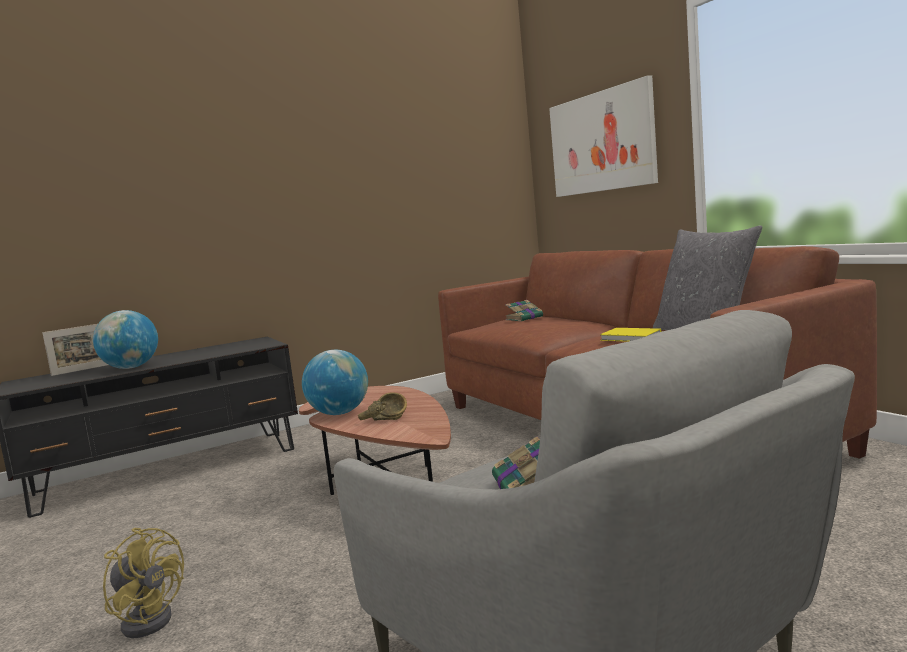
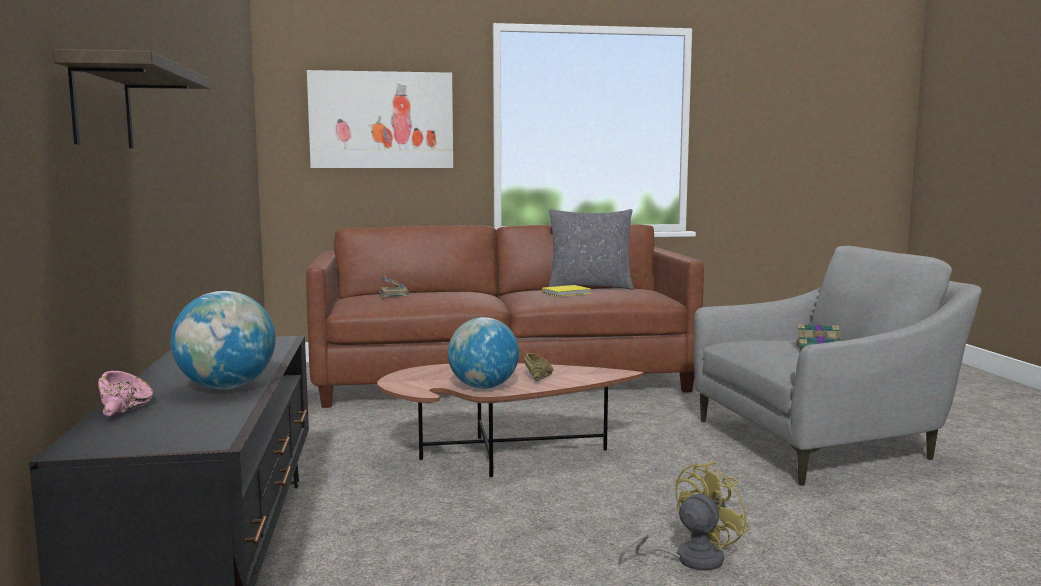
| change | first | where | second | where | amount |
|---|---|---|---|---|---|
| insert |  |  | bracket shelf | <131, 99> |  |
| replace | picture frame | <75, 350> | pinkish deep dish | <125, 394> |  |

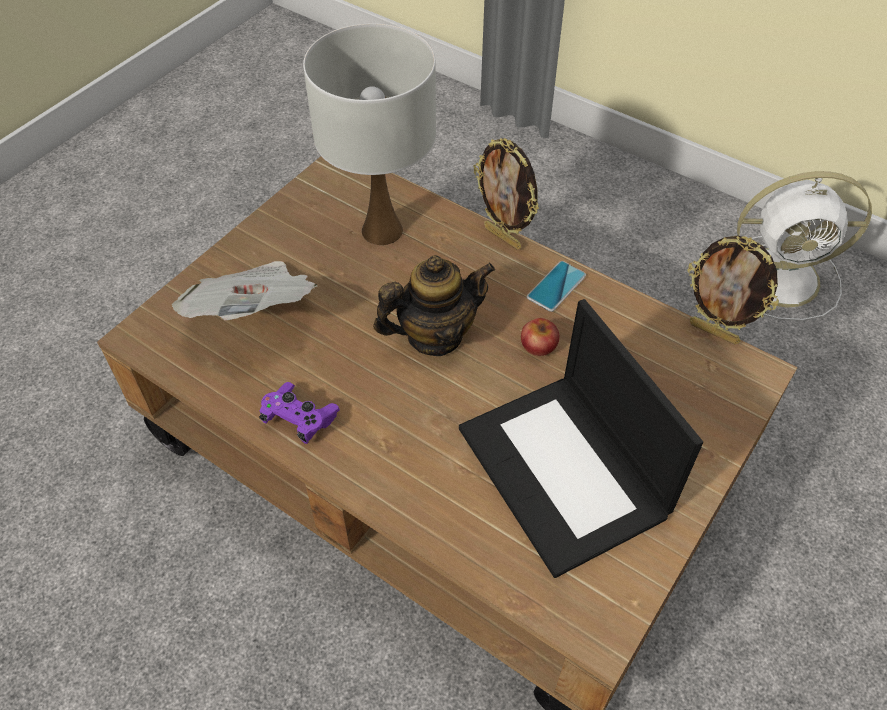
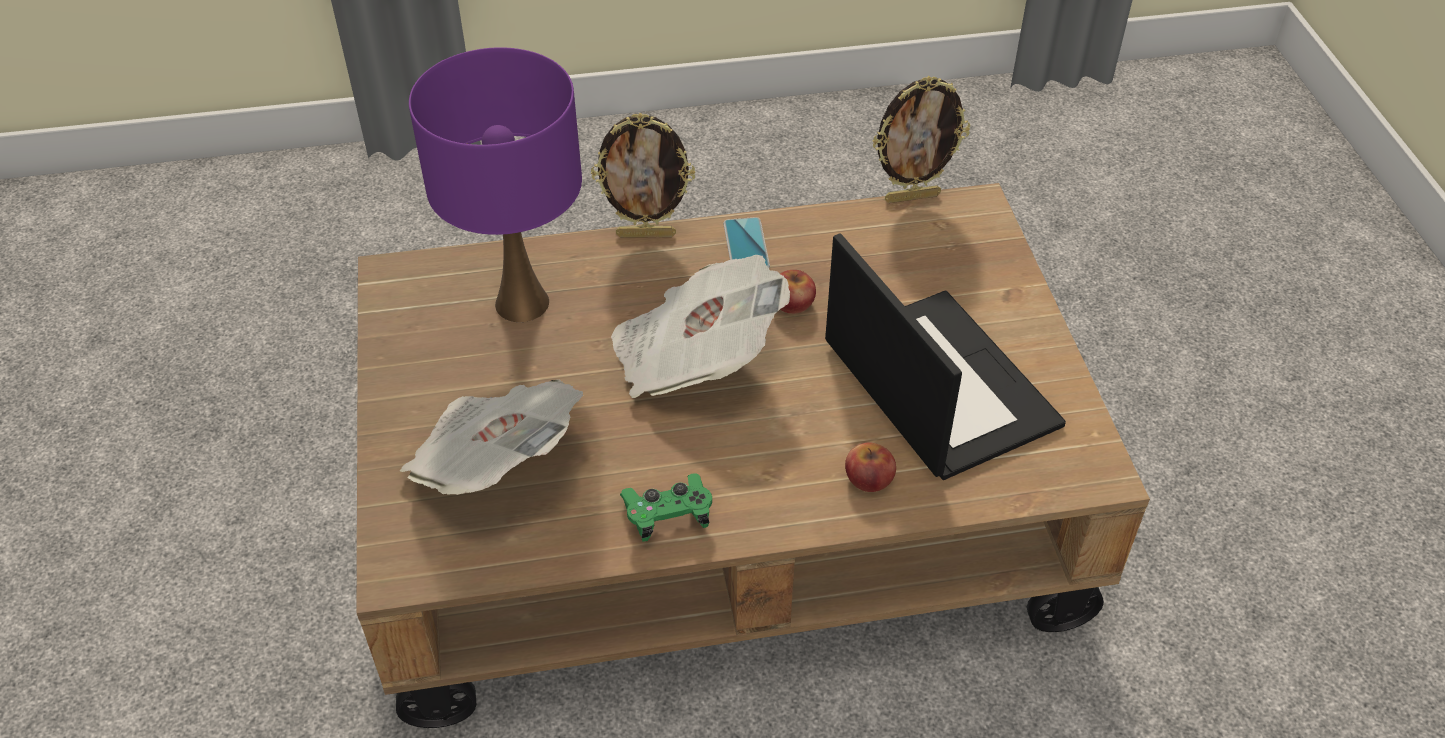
| change | first | where | second | where | amount |
|---|---|---|---|---|---|
| recolor | white-coloured tabletop lamp | <369, 134> | purplish tabletop lamp | <495, 184> |  |
| replace | tea pot | <434, 305> | printed paper | <700, 326> |  |
| recolor | purplish game controller | <299, 413> | green-coloured game controller | <666, 507> |  |
| rotate | laptop | <581, 438> |  | <945, 356> | 135 degrees counterclockwise |
| insert |  |  | apple fruit | <870, 467> |  |
| delete | white-coloured electric fan | <804, 246> |  |  |  |

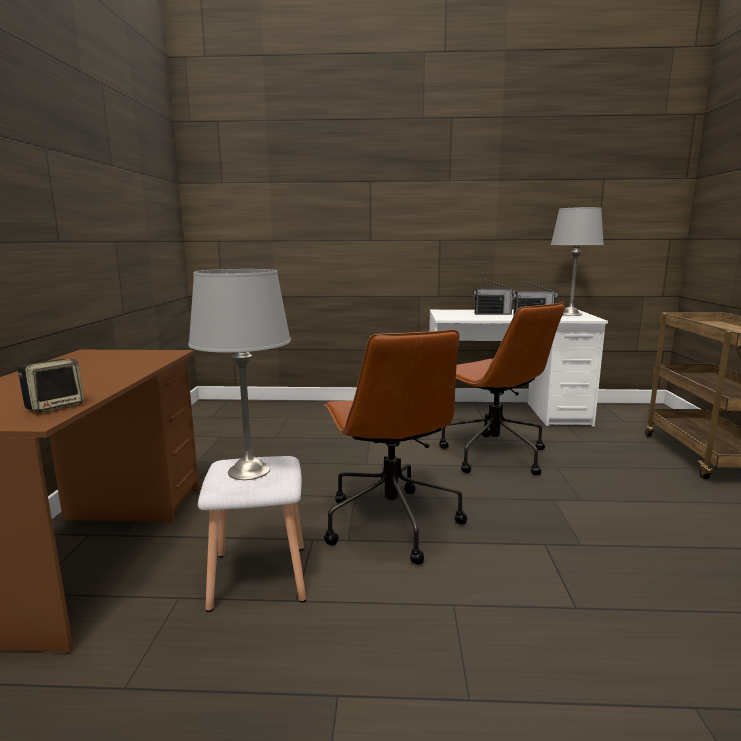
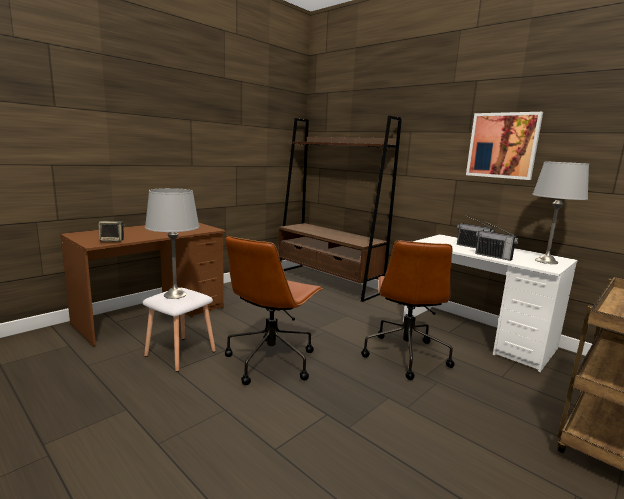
| change | first | where | second | where | amount |
|---|---|---|---|---|---|
| insert |  |  | brown shelving unit | <340, 209> |  |
| insert |  |  | wall picture | <504, 146> |  |

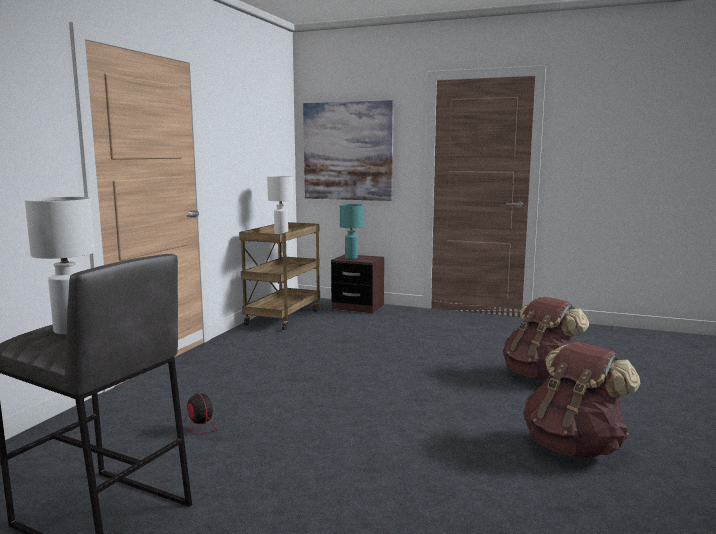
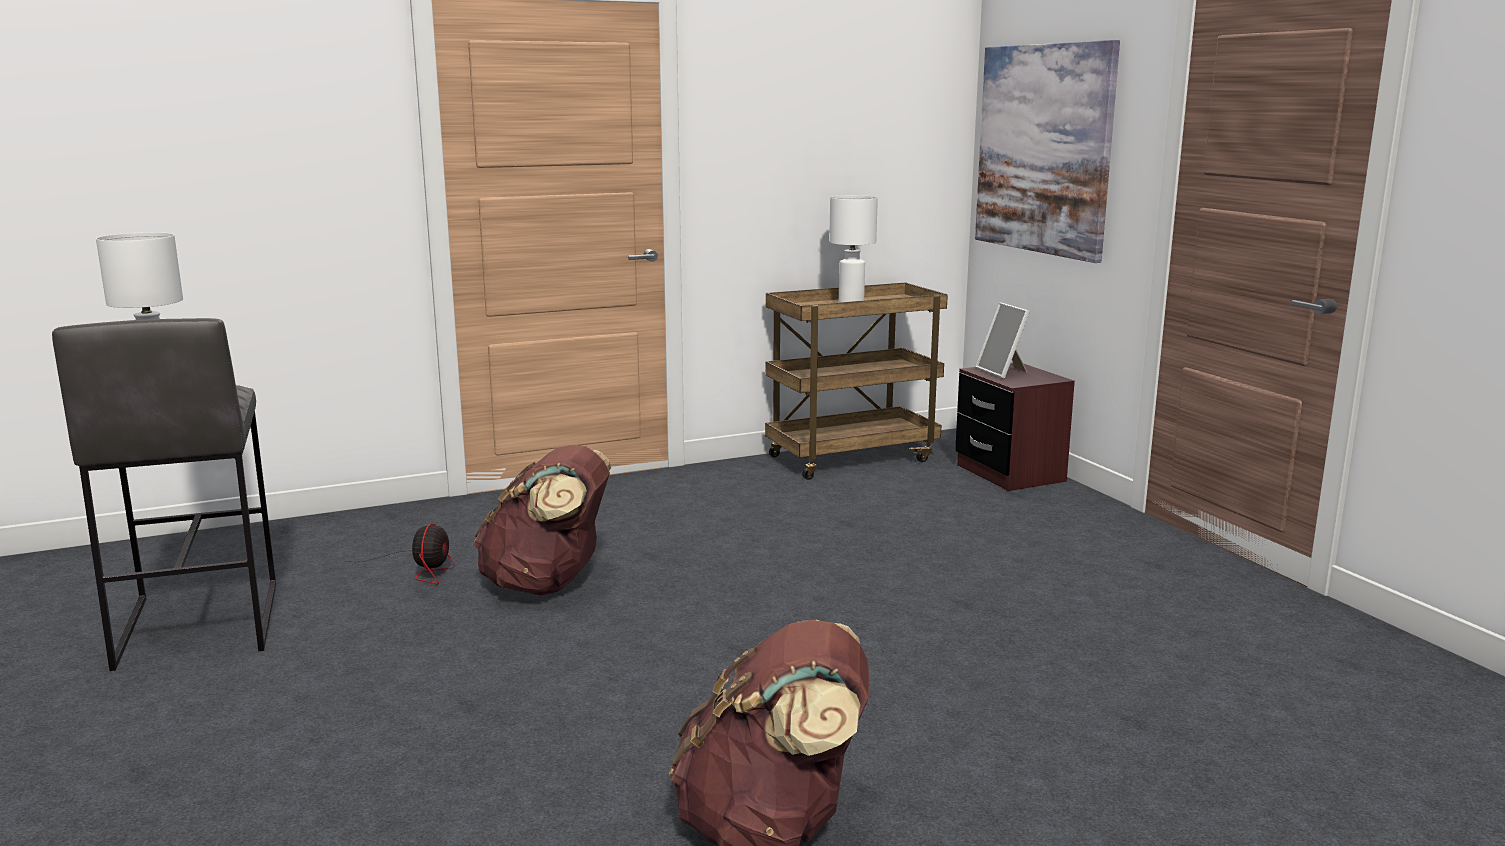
| change | first | where | second | where | amount |
|---|---|---|---|---|---|
| move | brown rucksack | <546, 339> |  | <542, 520> |  |
| replace | turquoise tabletop lamp | <351, 231> | picture frame | <1003, 340> |  |

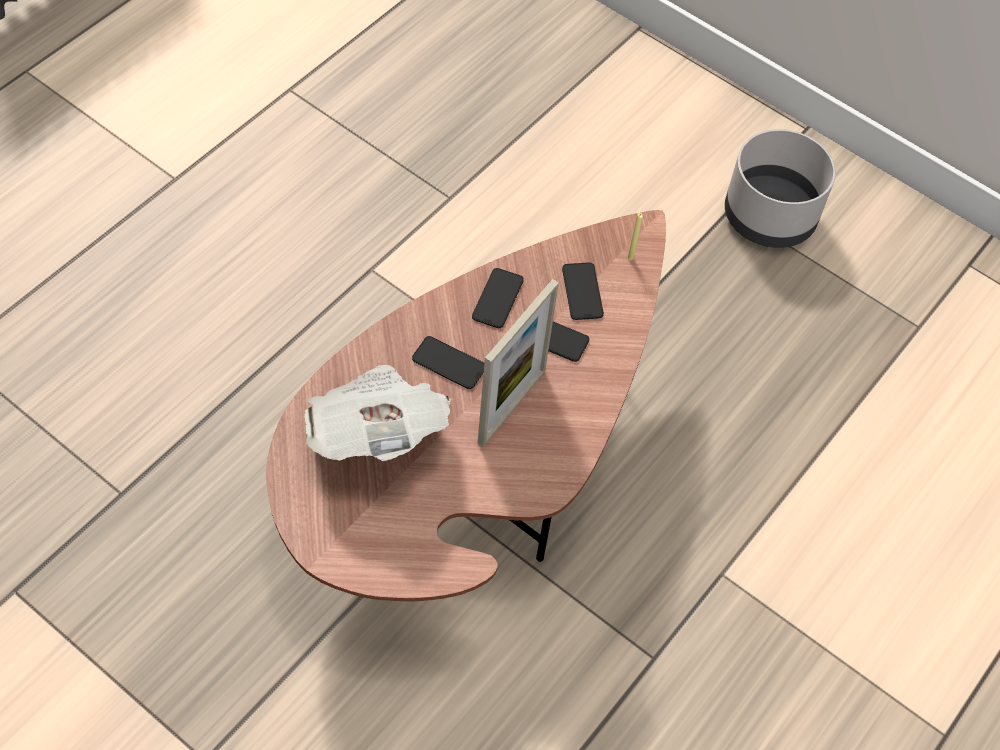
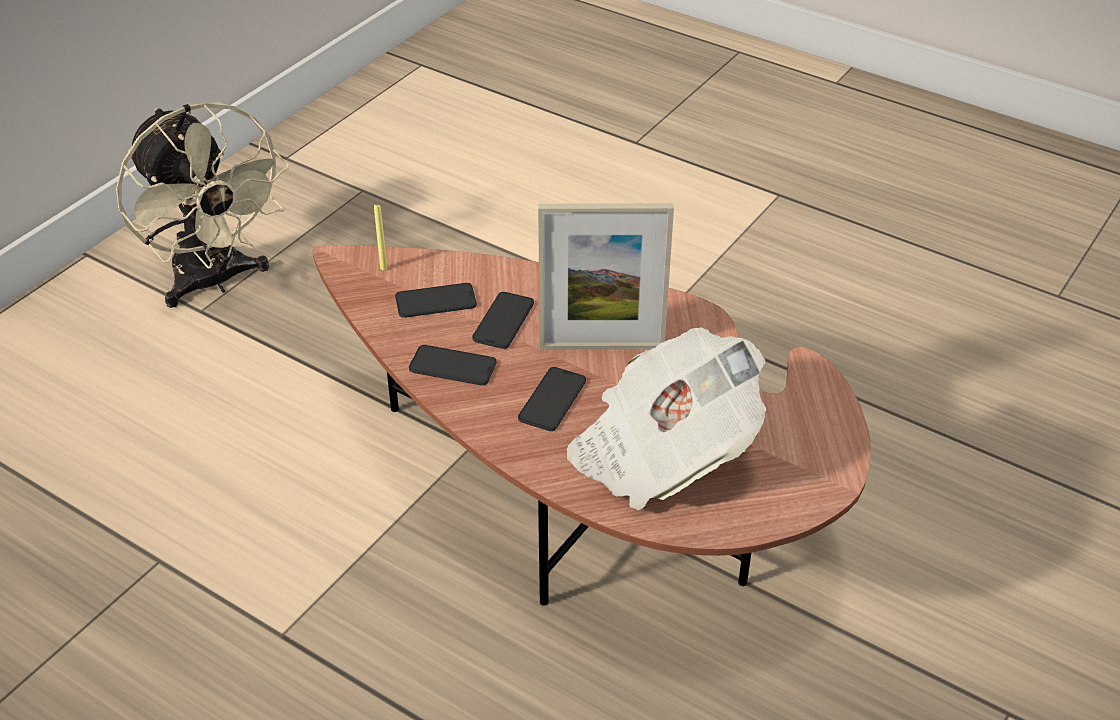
| change | first | where | second | where | amount |
|---|---|---|---|---|---|
| replace | greyish planter | <780, 188> | beige electric fan | <202, 205> |  |
| rotate | picture frame | <518, 362> |  | <606, 276> | 150 degrees clockwise |

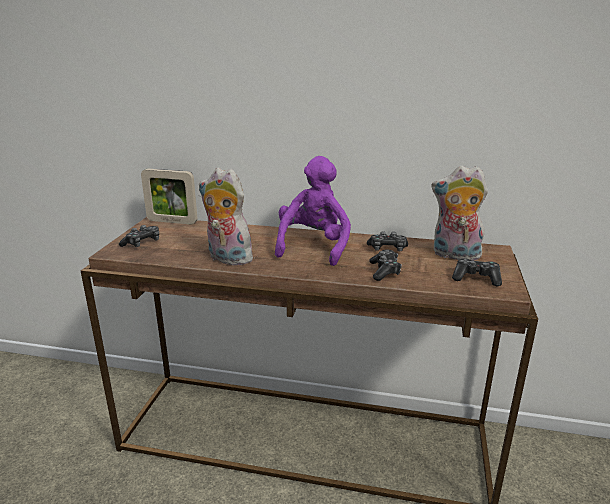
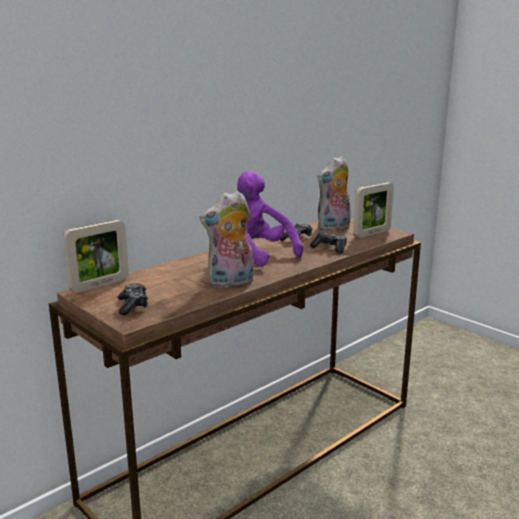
| change | first | where | second | where | amount |
|---|---|---|---|---|---|
| replace | game controller | <477, 272> | picture frame | <373, 210> |  |

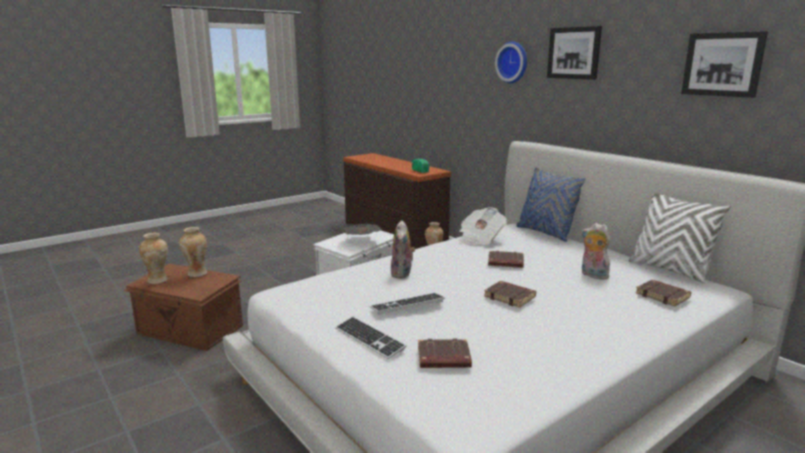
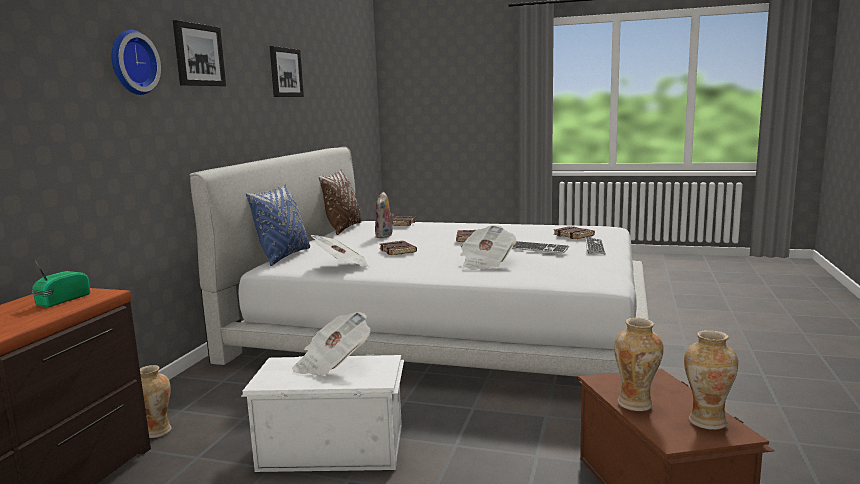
| change | first | where | second | where | amount |
|---|---|---|---|---|---|
| recolor | white-coloured throw pillow | <679, 238> | brown throw pillow | <340, 202> |  |
| replace | cuddly toy | <403, 249> | printed paper | <488, 247> |  |

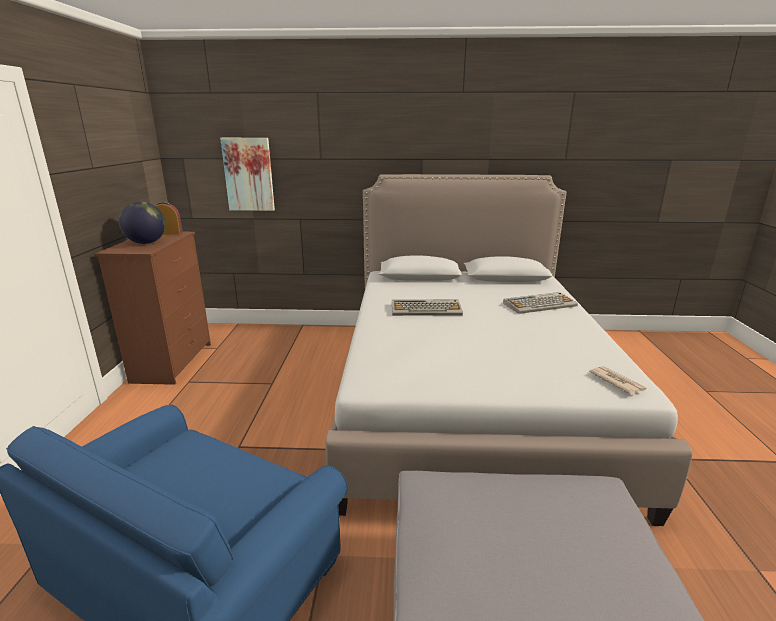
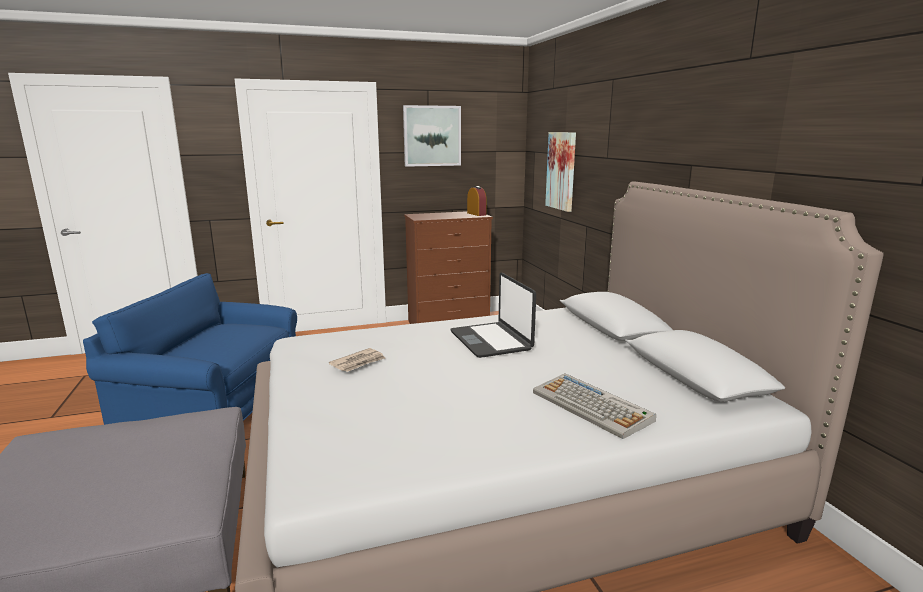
| change | first | where | second | where | amount |
|---|---|---|---|---|---|
| move | printed paper | <618, 380> |  | <357, 360> |  |
| insert |  |  | wall picture | <432, 136> |  |
| replace | PC keyboard | <427, 308> | laptop | <493, 315> |  |
| delete | world globe | <142, 223> |  |  |  |

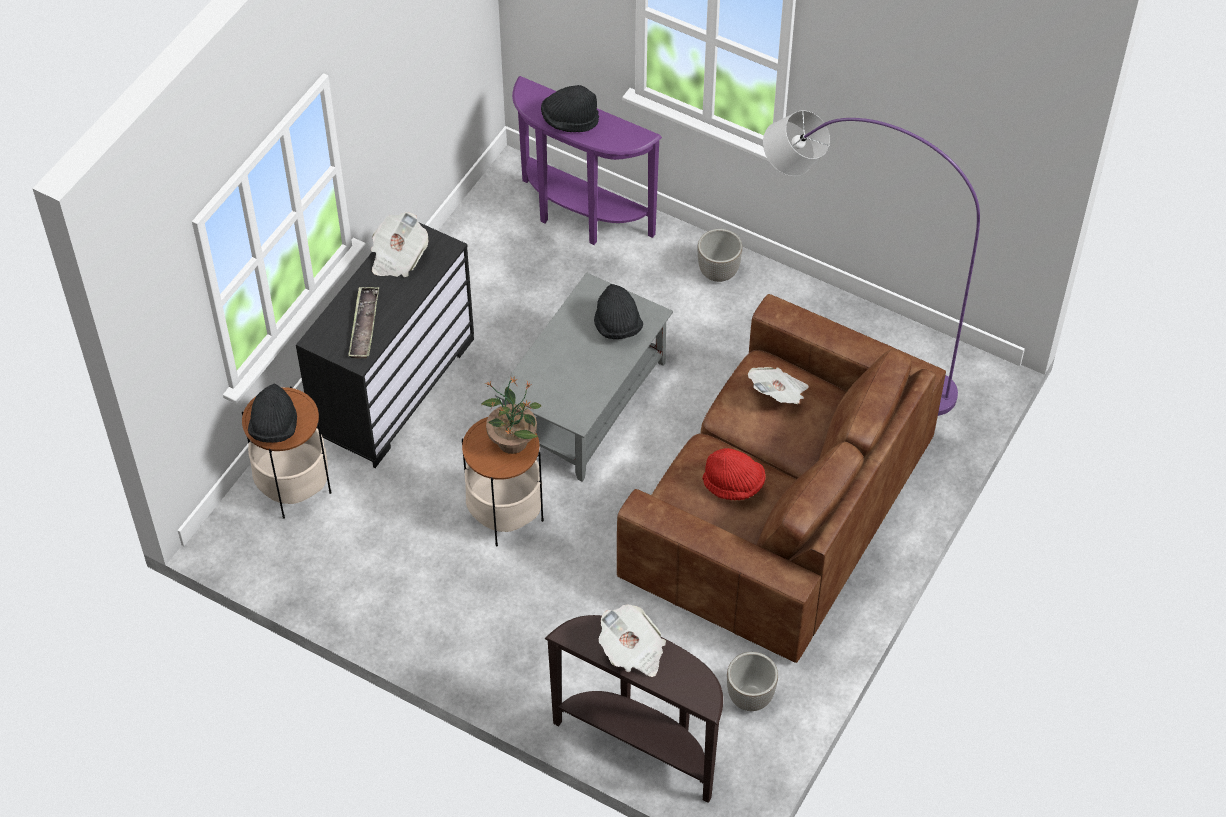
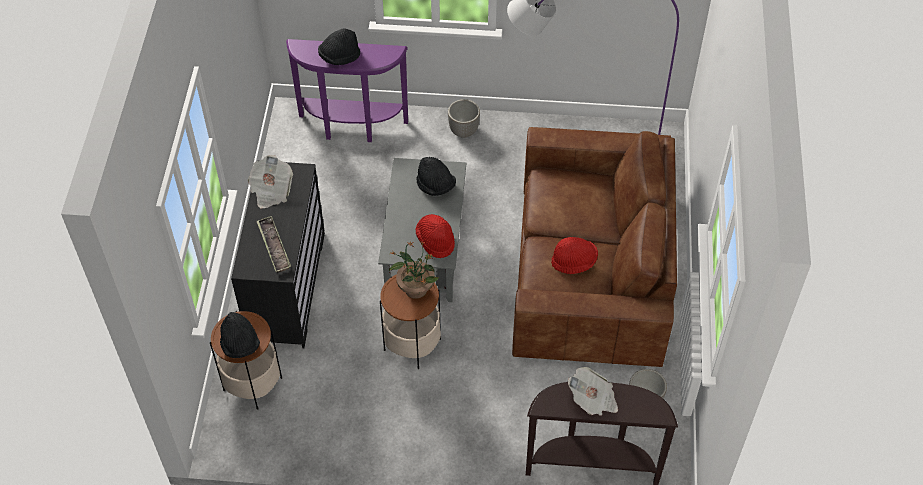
| change | first | where | second | where | amount |
|---|---|---|---|---|---|
| insert |  |  | reddish wearable hat | <435, 236> |  |
| delete | printed paper | <778, 385> |  |  |  |

